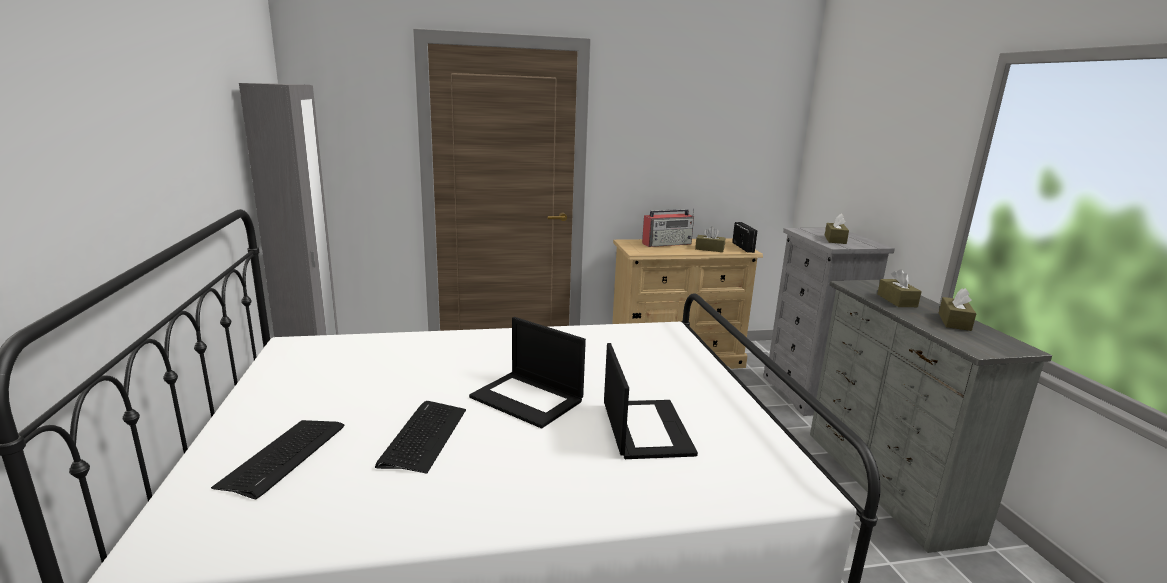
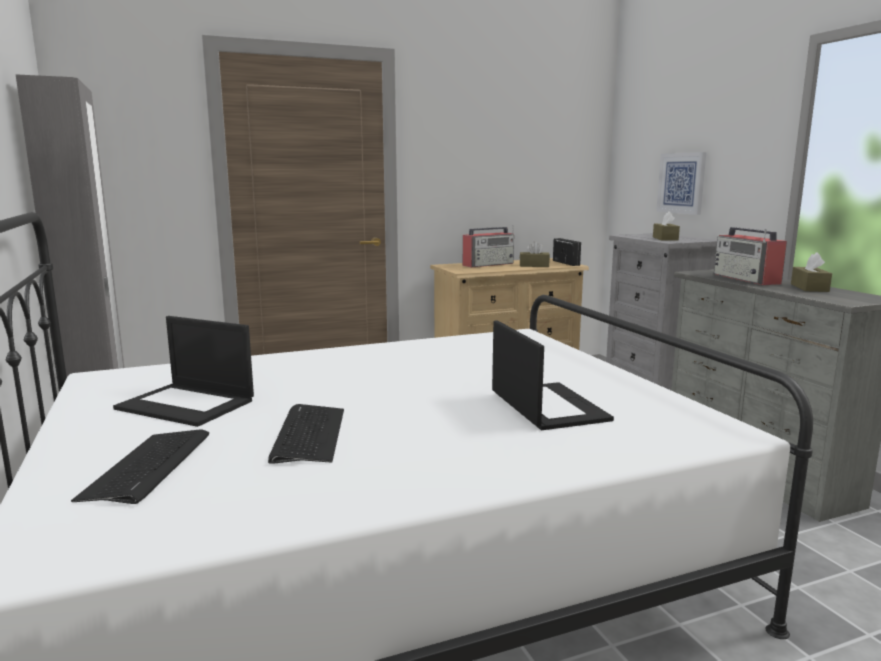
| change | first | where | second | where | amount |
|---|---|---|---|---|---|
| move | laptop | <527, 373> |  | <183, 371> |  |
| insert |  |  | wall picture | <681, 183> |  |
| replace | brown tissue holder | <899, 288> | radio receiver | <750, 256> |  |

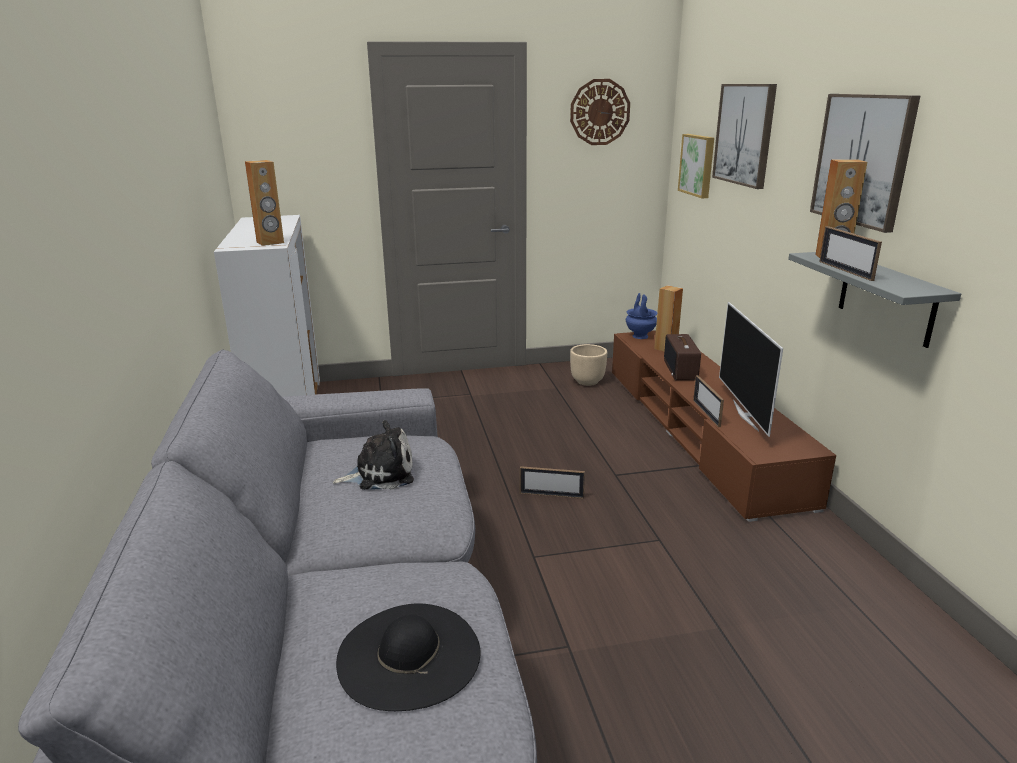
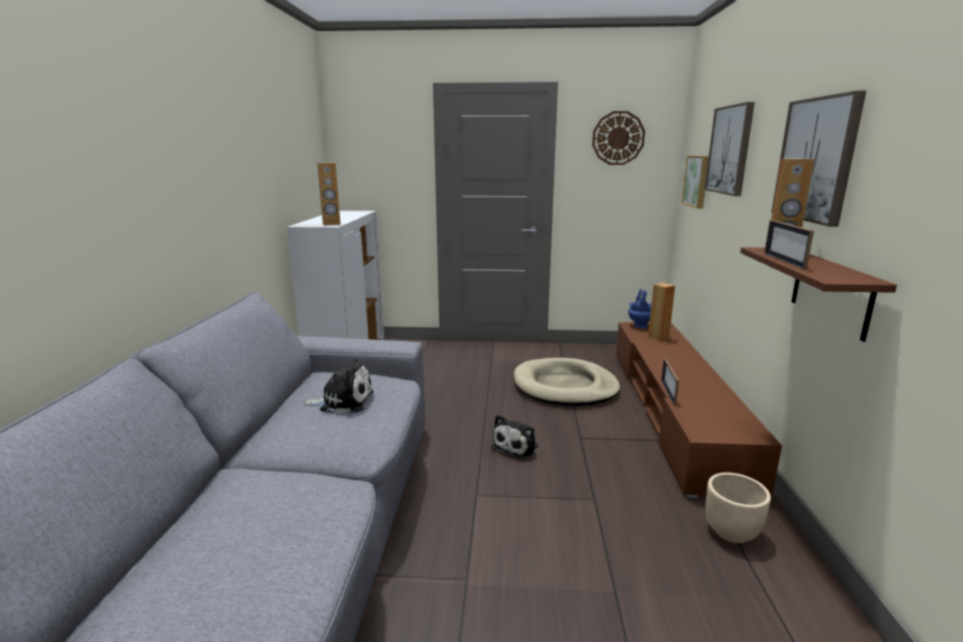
| change | first | where | second | where | amount |
|---|---|---|---|---|---|
| replace | picture frame | <552, 482> | cuddly toy | <514, 437> |  |
| insert |  |  | beige dog bed | <567, 382> |  |
| move | beige planter | <588, 365> |  | <738, 507> |  |
| recolor | greyish bracket shelf | <874, 300> | brown bracket shelf | <818, 294> |  |
| delete | blackish wearable hat | <408, 657> |  |  |  |
| delete | radio receiver | <682, 357> |  |  |  |
| delete | television | <751, 369> |  |  |  |

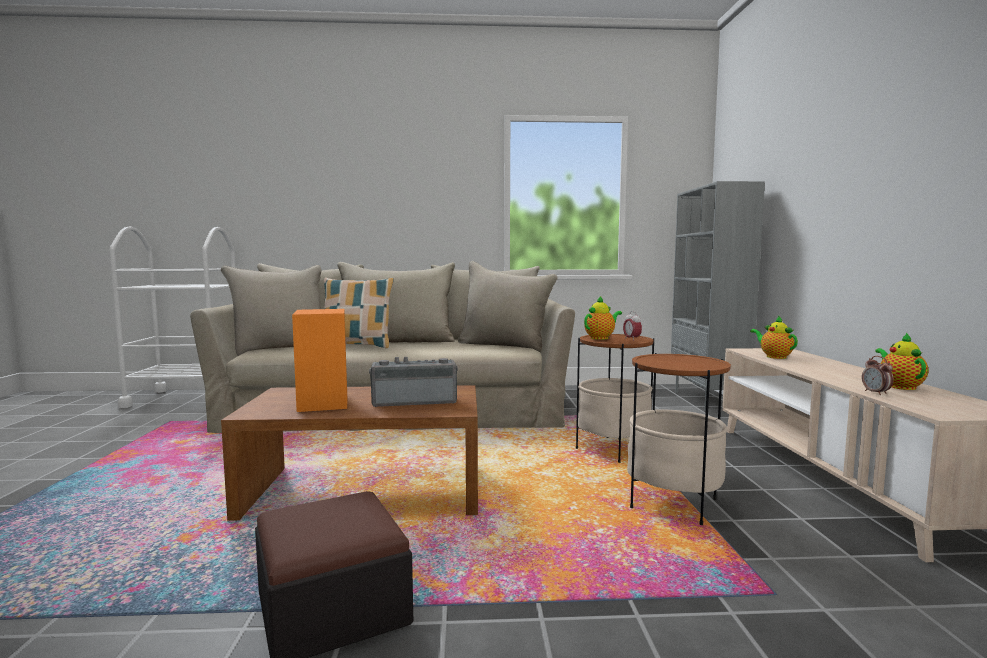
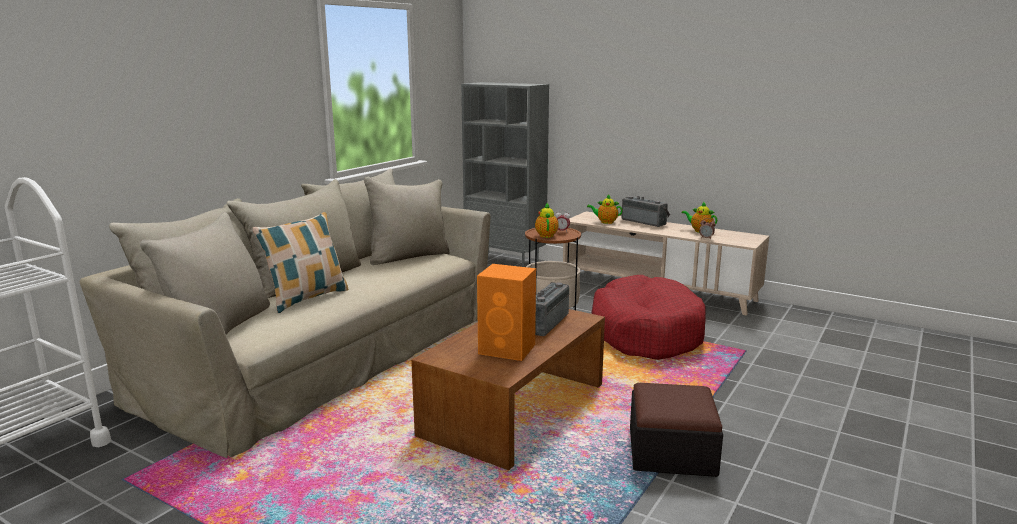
| change | first | where | second | where | amount |
|---|---|---|---|---|---|
| replace | side table | <679, 439> | reddish dog bed | <648, 317> |  |
| insert |  |  | radio receiver | <646, 211> |  |

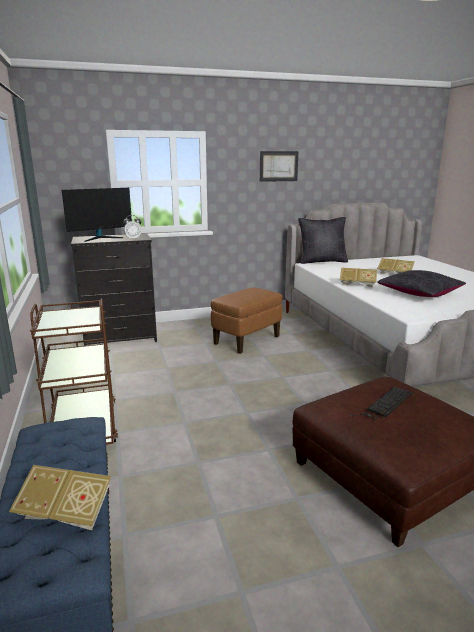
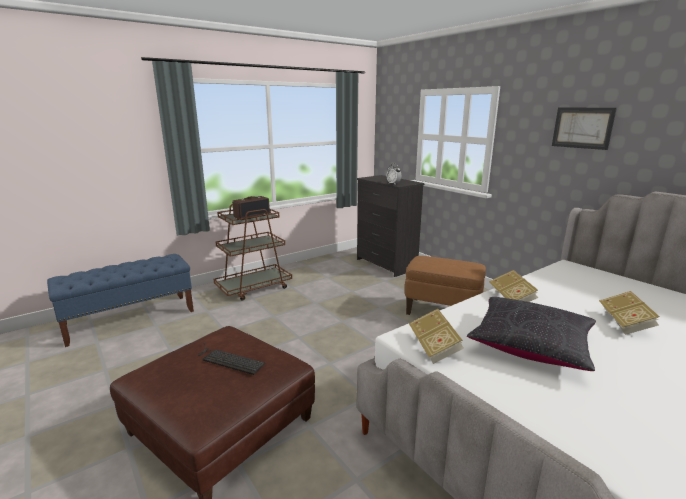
| change | first | where | second | where | amount |
|---|---|---|---|---|---|
| insert |  |  | radio receiver | <251, 208> |  |
| move | book | <60, 497> |  | <436, 336> |  |
| delete | monitor | <97, 215> |  |  |  |
| delete | blackish throw pillow | <323, 240> |  |  |  |

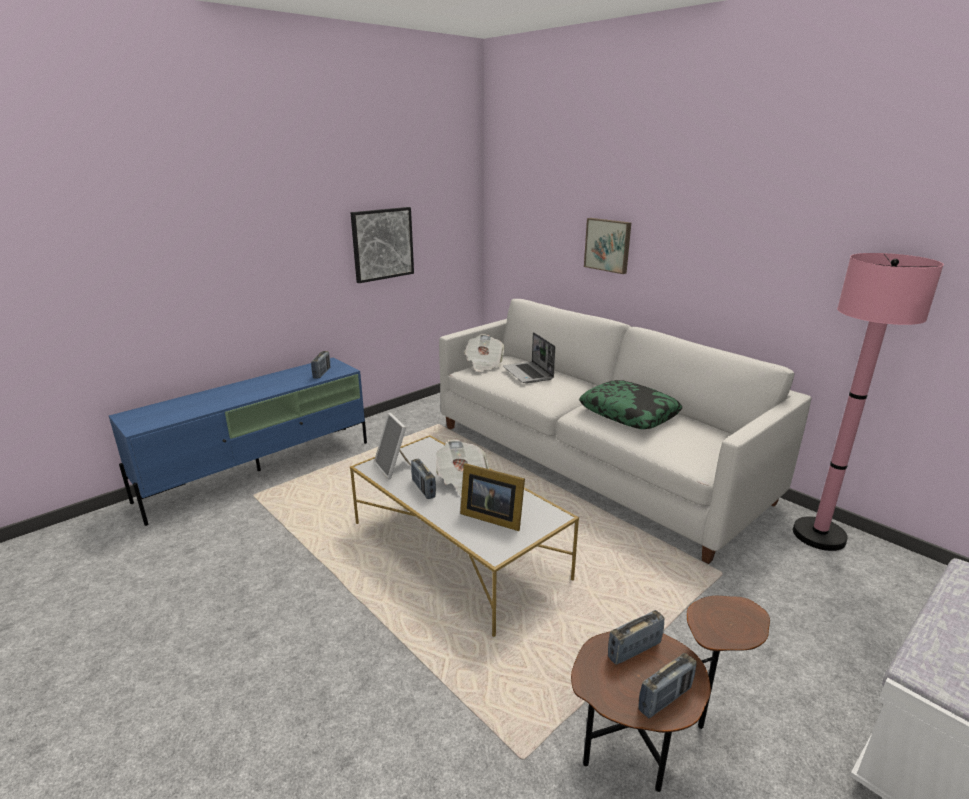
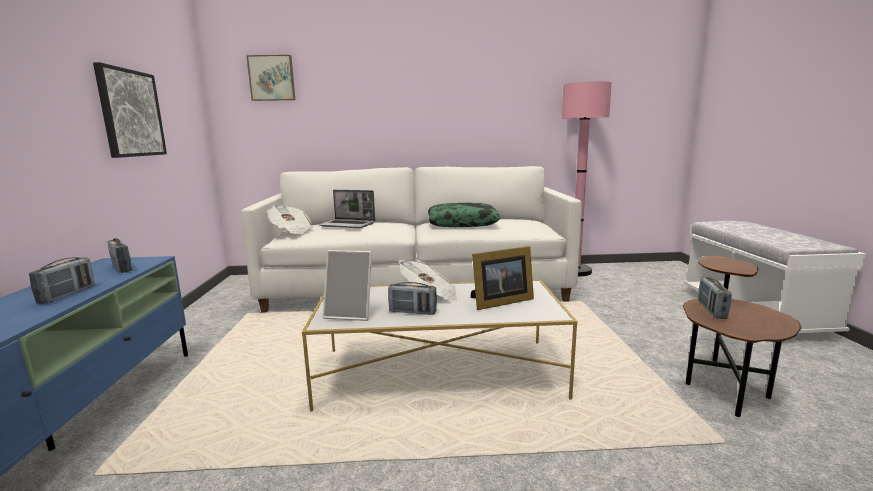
| change | first | where | second | where | amount |
|---|---|---|---|---|---|
| move | radio receiver | <667, 686> |  | <62, 280> |  |
| move | wall picture | <607, 246> |  | <270, 78> |  |

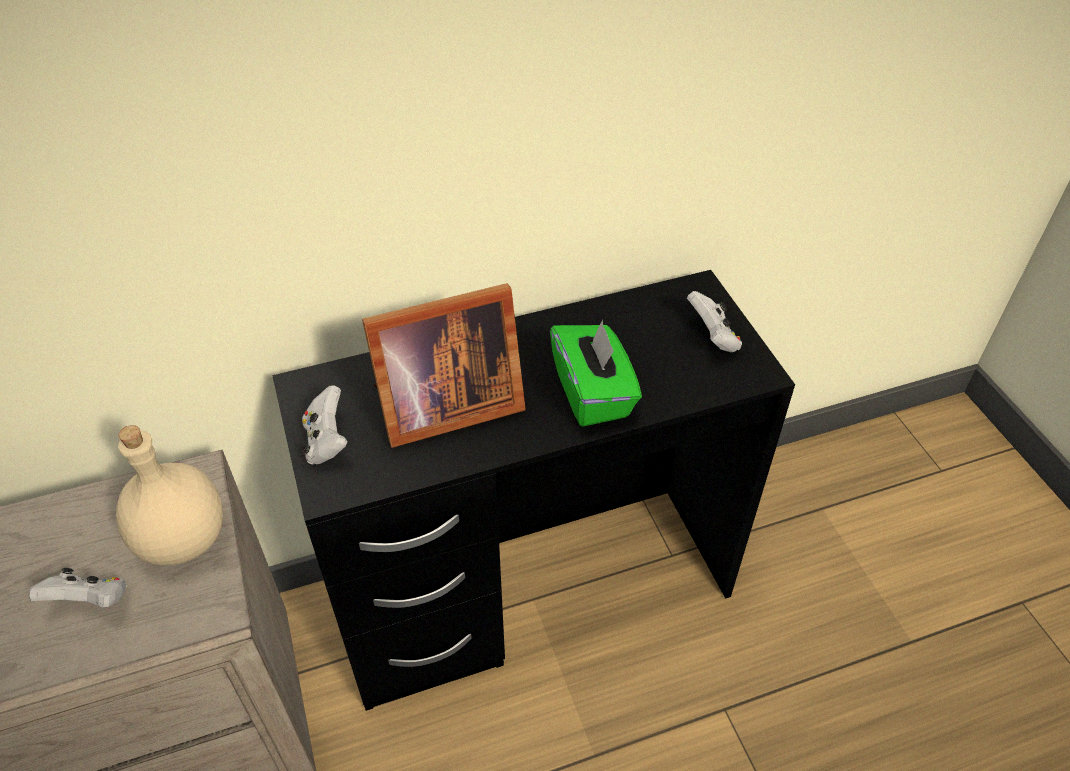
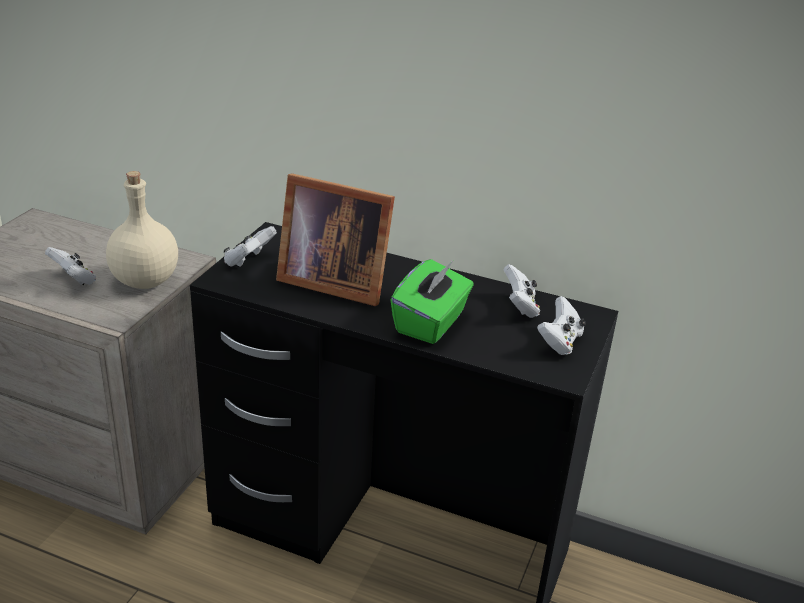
| change | first | where | second | where | amount |
|---|---|---|---|---|---|
| insert |  |  | white-coloured game controller | <522, 291> |  |

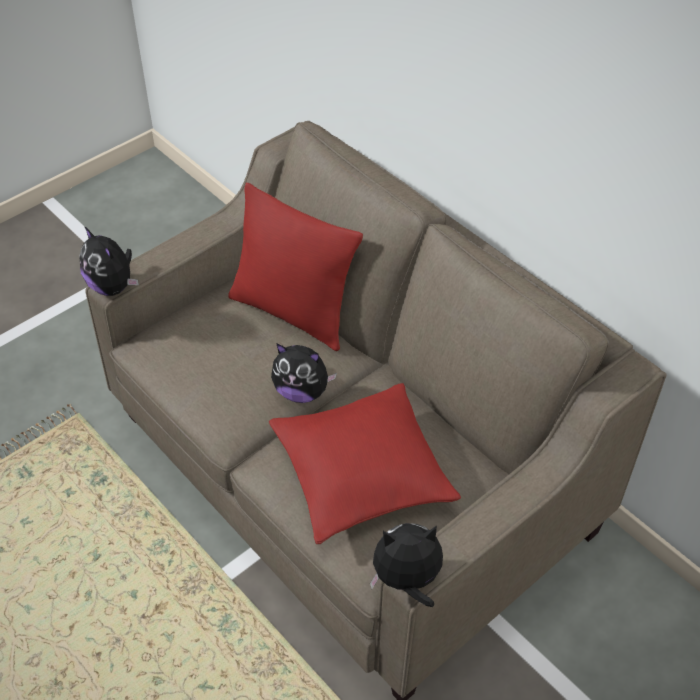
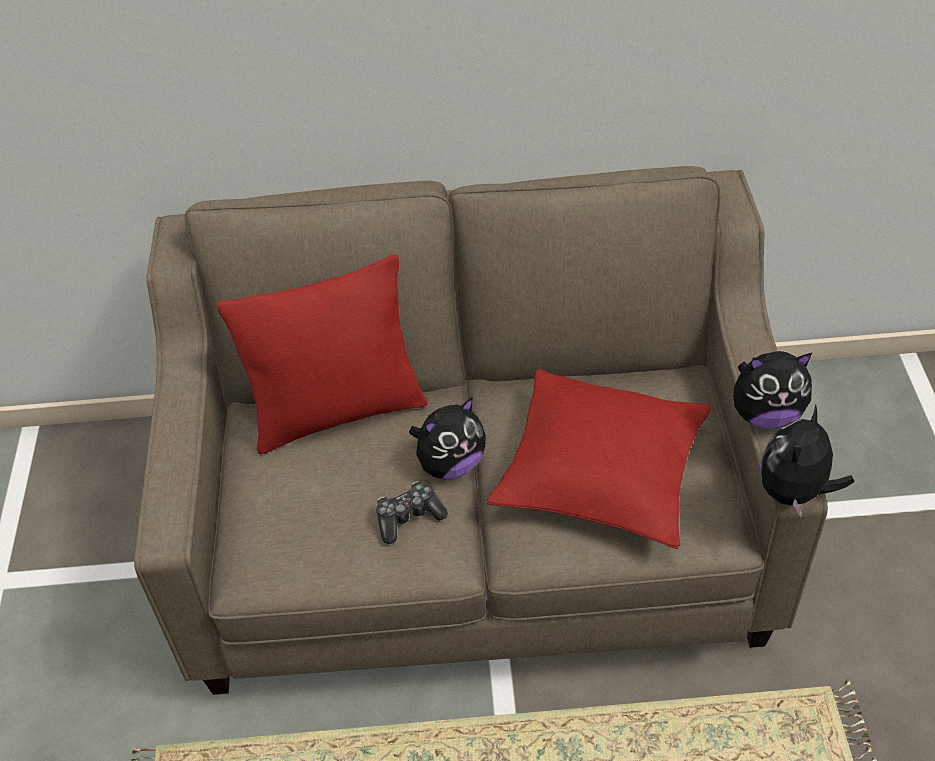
| change | first | where | second | where | amount |
|---|---|---|---|---|---|
| insert |  |  | game controller | <412, 512> |  |
| move | cuddly toy | <109, 261> |  | <773, 390> |  |

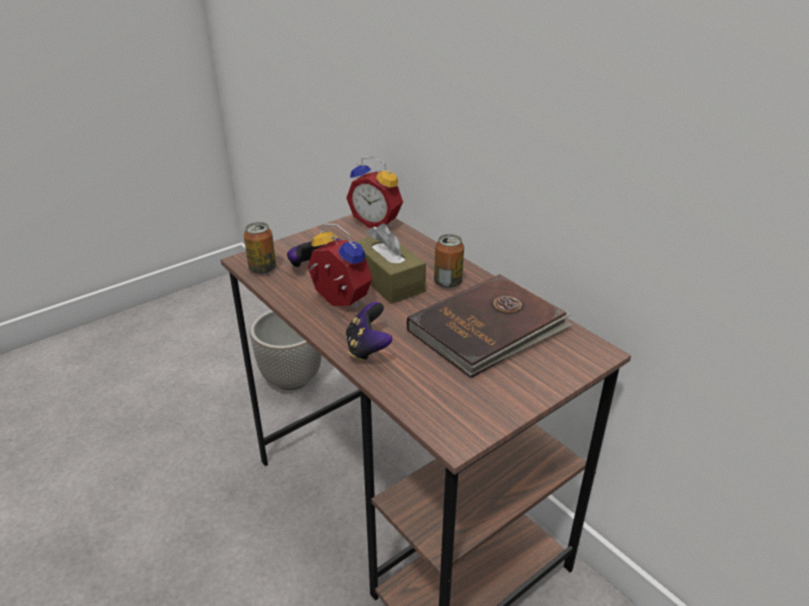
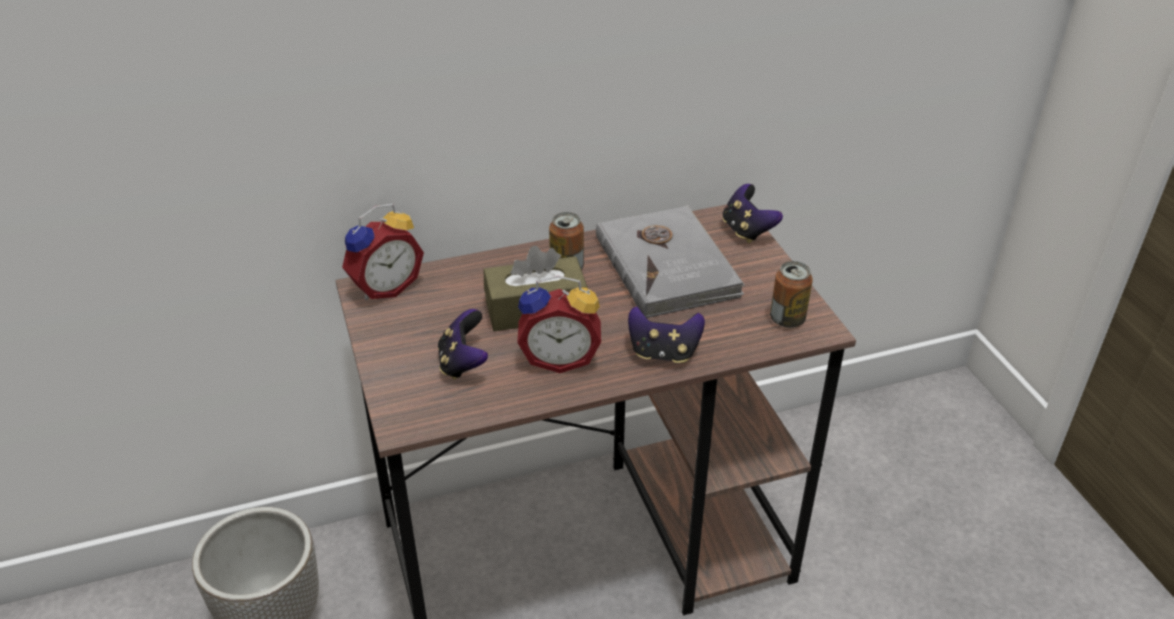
| change | first | where | second | where | amount |
|---|---|---|---|---|---|
| rotate | table clock | <340, 265> |  | <559, 324> | 150 degrees counterclockwise |
| recolor | brown book | <489, 326> | greyish book | <670, 261> |  |
| insert |  |  | game controller | <752, 213> |  |
| move | can | <260, 248> |  | <791, 294> |  |

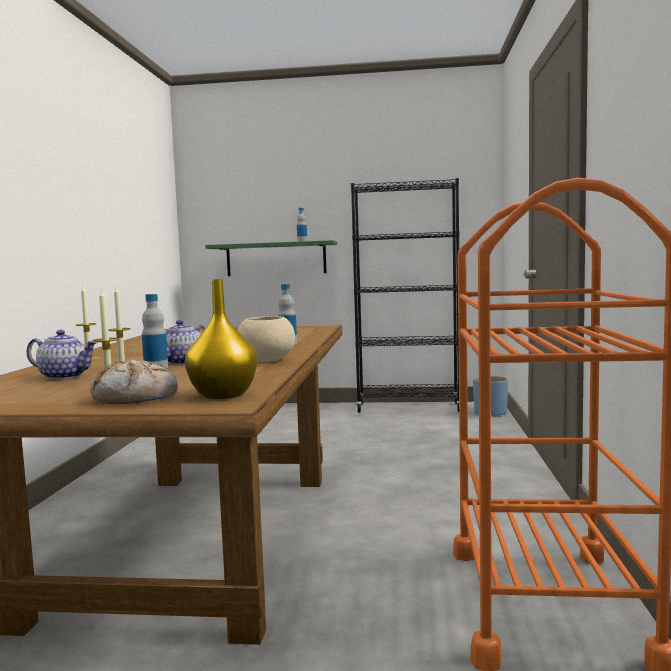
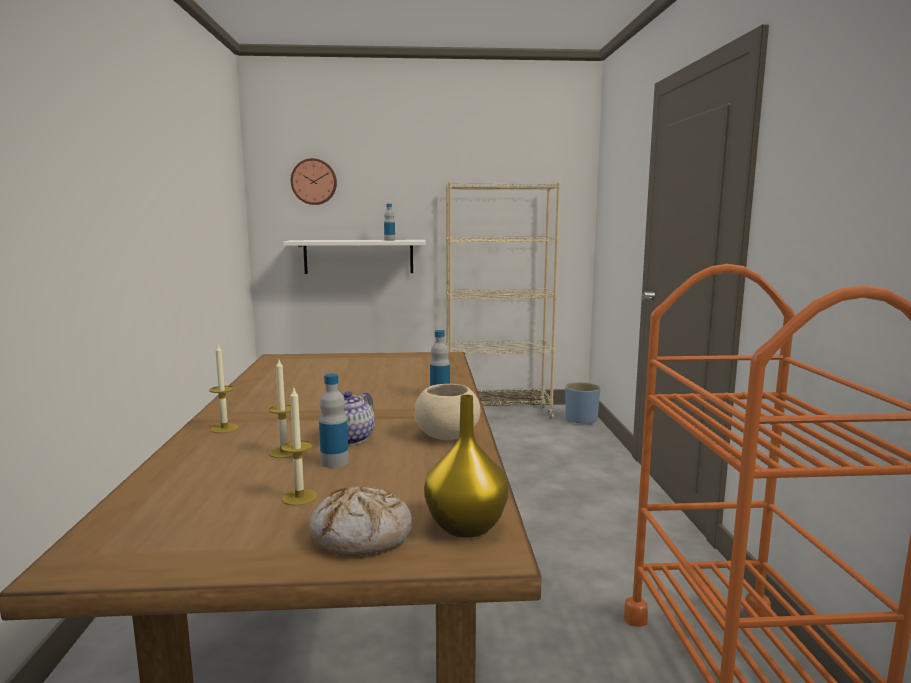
| change | first | where | second | where | amount |
|---|---|---|---|---|---|
| recolor | green-coloured bracket shelf | <271, 258> | white-coloured bracket shelf | <354, 257> |  |
| insert |  |  | wall clock | <314, 181> |  |
| recolor | blackish shelving unit | <405, 295> | beige shelving unit | <503, 300> |  |
| delete | tea pot | <62, 355> |  |  |  |

